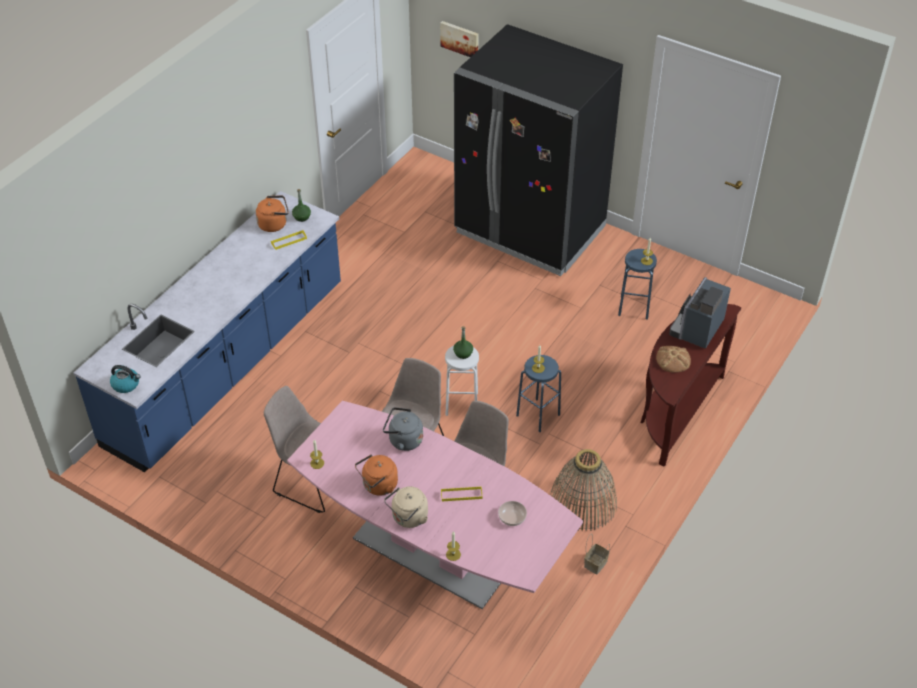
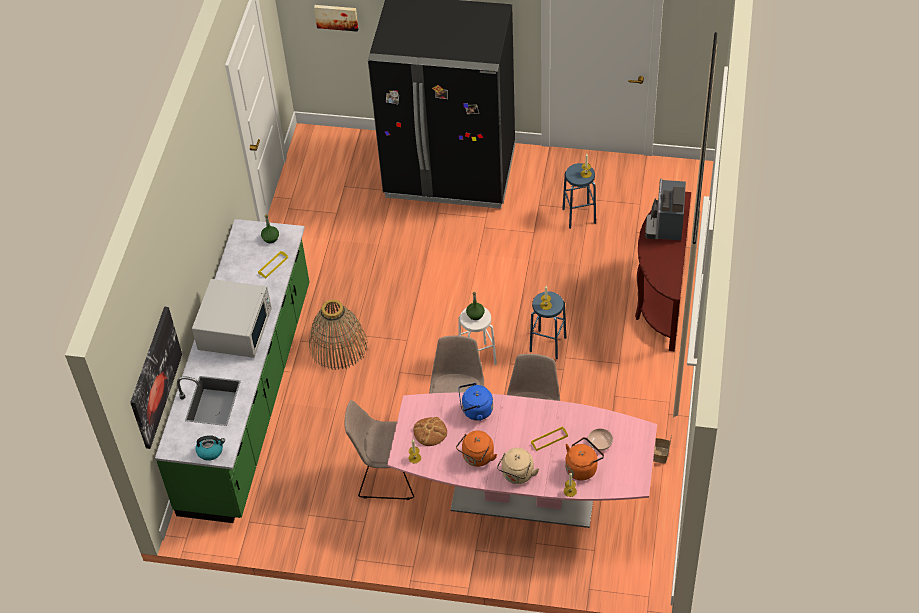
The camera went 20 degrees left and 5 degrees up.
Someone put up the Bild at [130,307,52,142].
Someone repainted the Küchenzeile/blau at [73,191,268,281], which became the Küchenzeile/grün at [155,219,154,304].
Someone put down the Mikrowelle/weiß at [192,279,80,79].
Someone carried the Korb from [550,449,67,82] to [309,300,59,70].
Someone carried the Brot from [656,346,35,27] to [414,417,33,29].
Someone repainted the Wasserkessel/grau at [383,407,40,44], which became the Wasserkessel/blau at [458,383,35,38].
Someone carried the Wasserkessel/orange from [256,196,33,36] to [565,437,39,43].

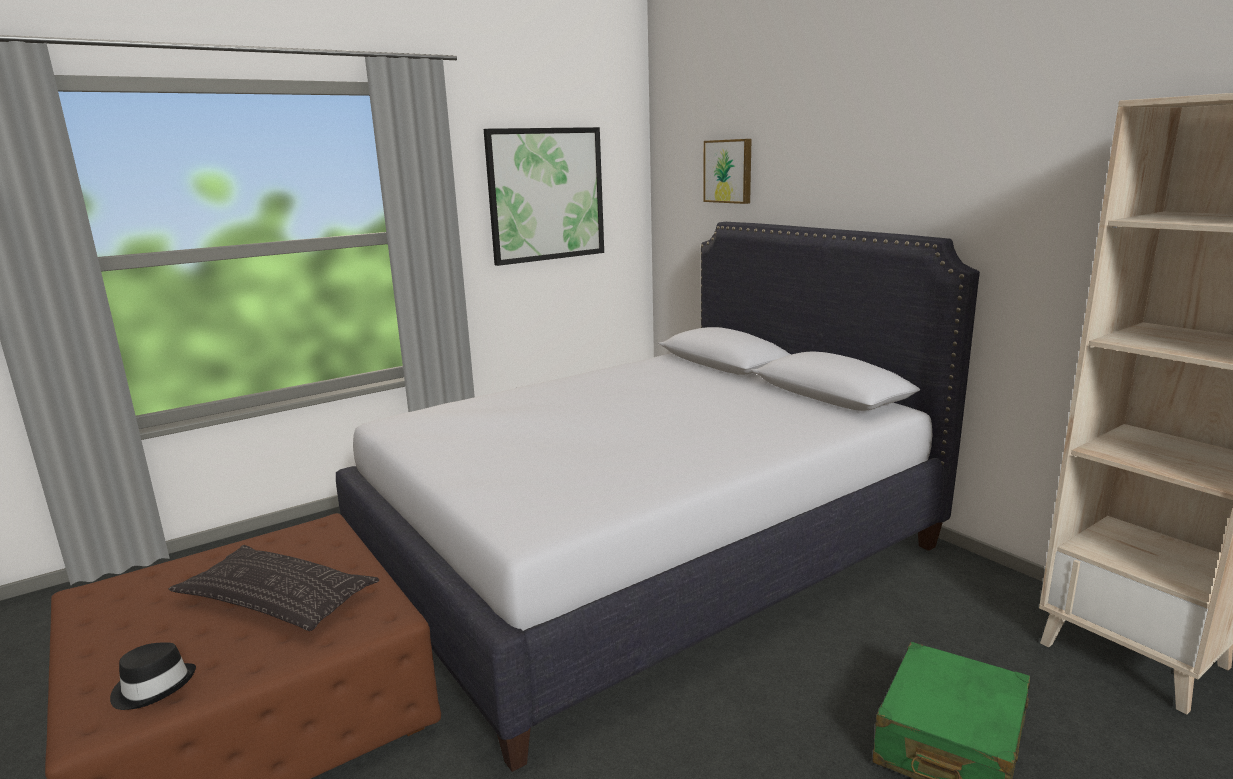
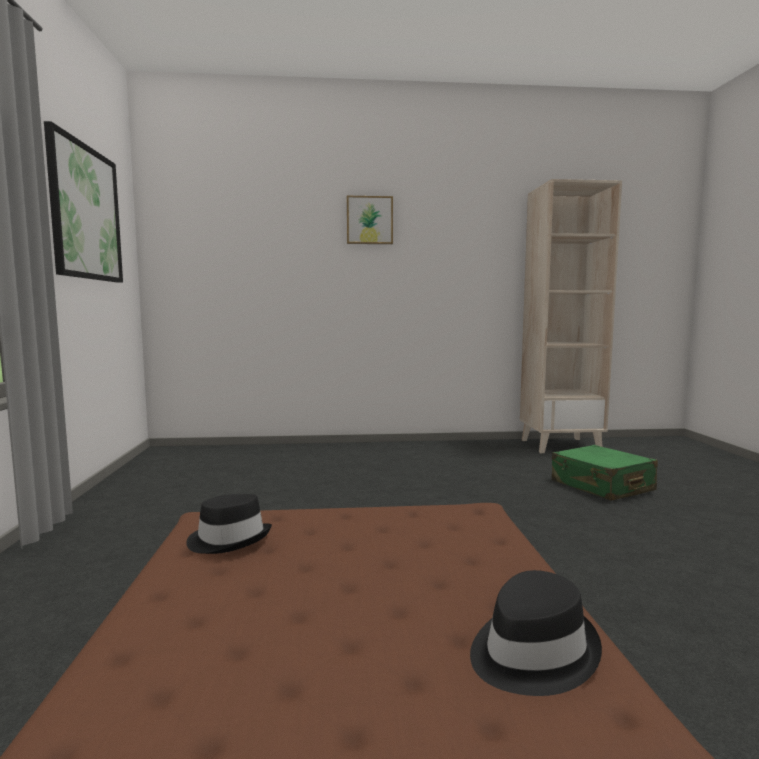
The camera went 60 degrees left and 10 degrees down.
Someone put down the Hut/schwarz at [186,494,86,60].
Someone carried the Bild from [704,139,48,65] to [347,196,46,48].
Someone took away the Kissen at [169,545,210,86].
Someone took away the Bett/weiß at [336,222,644,550].

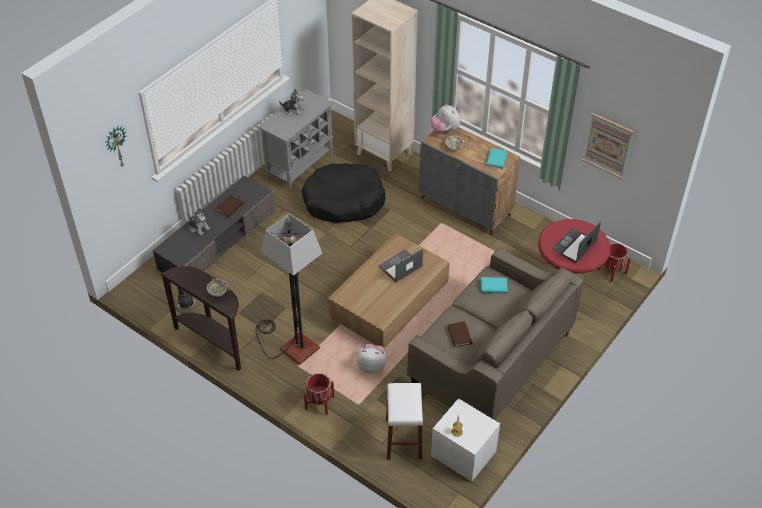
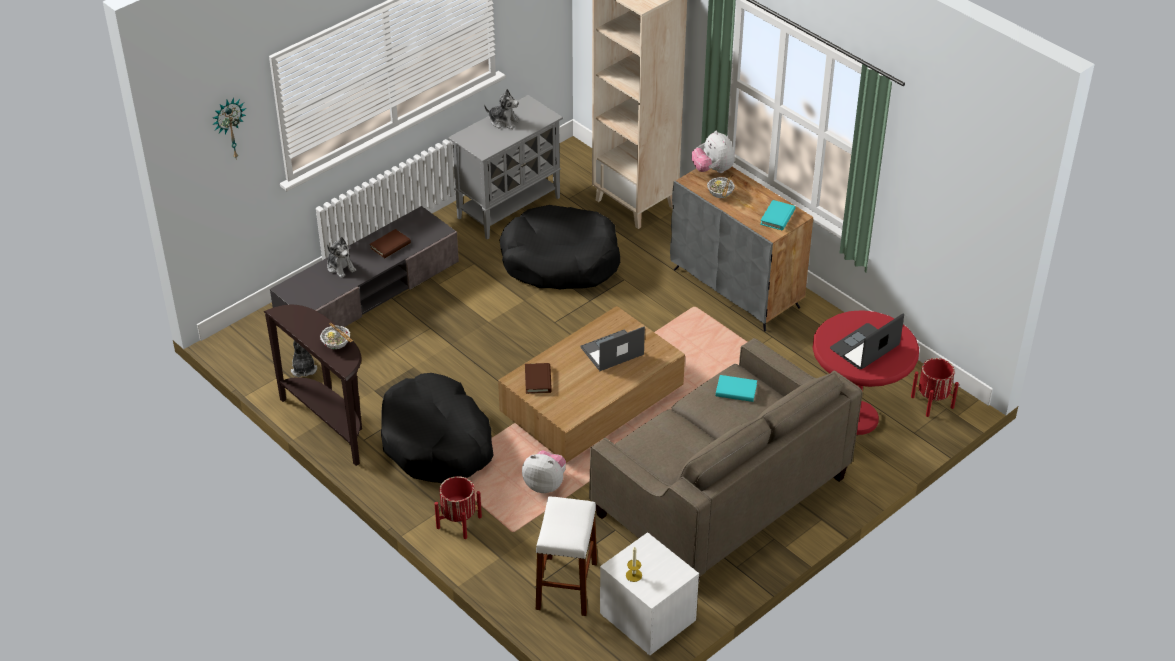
The camera went 10 degrees right and 5 degrees down.
Someone swapped the Stehlampe at [256,213,66,152] for the Hundebett/schwarz at [381,373,112,110].
Someone carried the Buch/braun from [448,321,25,27] to [525,363,27,31].
Someone took away the Bild at [583,113,51,66].

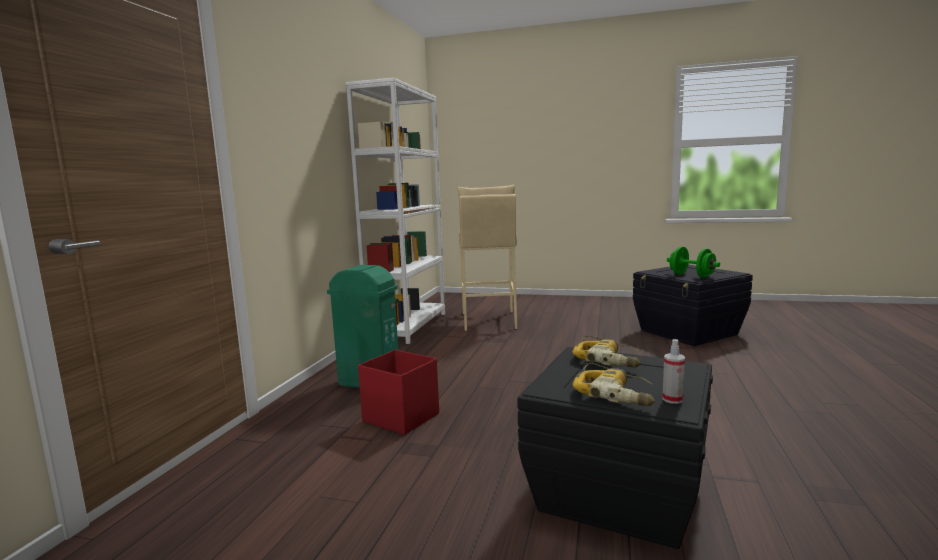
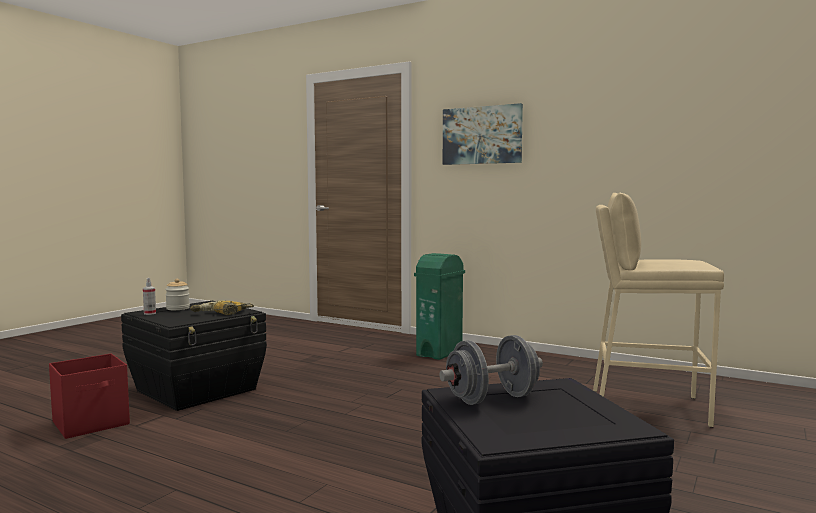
The camera went 105 degrees right and 5 degrees down.
Someone carried the Aufbewahrungsbox/rot from [358,350,81,85] to [49,353,81,86].
Someone swapped the Bohrmaschine at [573,363,82,43] for the Vorratsglas at [165,279,25,31].
Someone repainted the Hantel/grün at [667,247,53,31], which became the Hantel/grau at [439,335,104,70].
Someone put up the Bild at [443,103,80,62].
Someone took away the Bücherregal/weiß at [345,78,100,266].

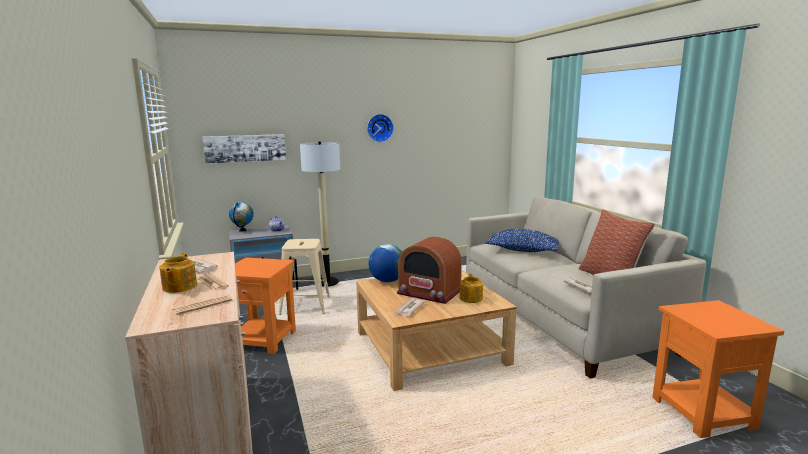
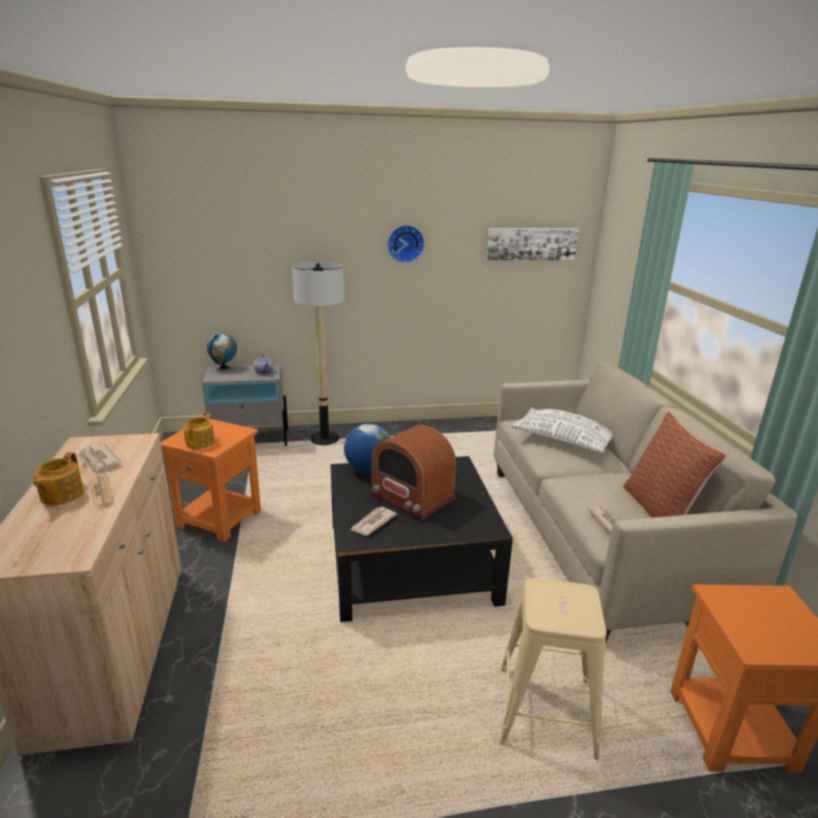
The camera went 10 degrees right and 10 degrees up.
Someone carried the Teekanne from [460,274,23,29] to [184,413,31,36].
Someone repainted the Couchtisch/beige at [356,270,160,121], which became the Couchtisch/schwarz at [331,456,182,166].
Someone carried the Bild from [202,134,84,30] to [486,228,93,32].
Someone carried the Hocker/beige from [279,239,51,76] to [499,578,108,182].
Someone repainted the Kissen/blau at [484,229,75,23], which became the Kissen/weiß at [510,408,103,45].
Someone took away the Zeitung at [172,295,60,20].

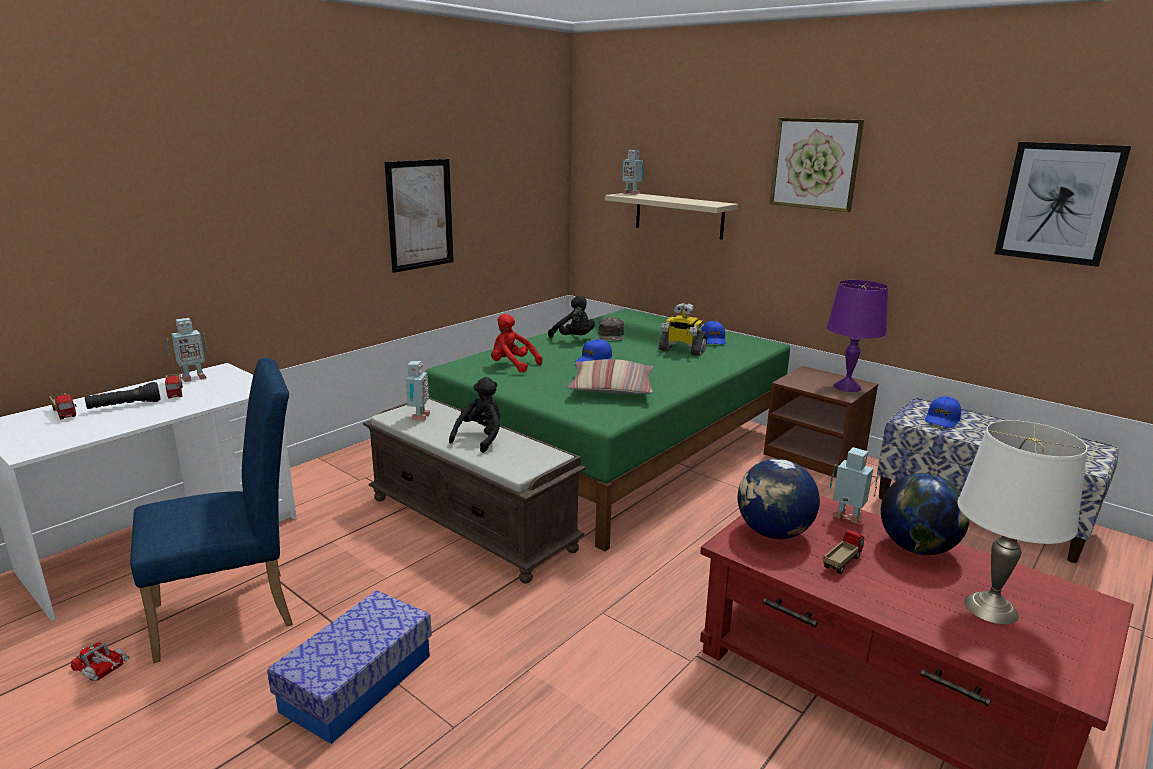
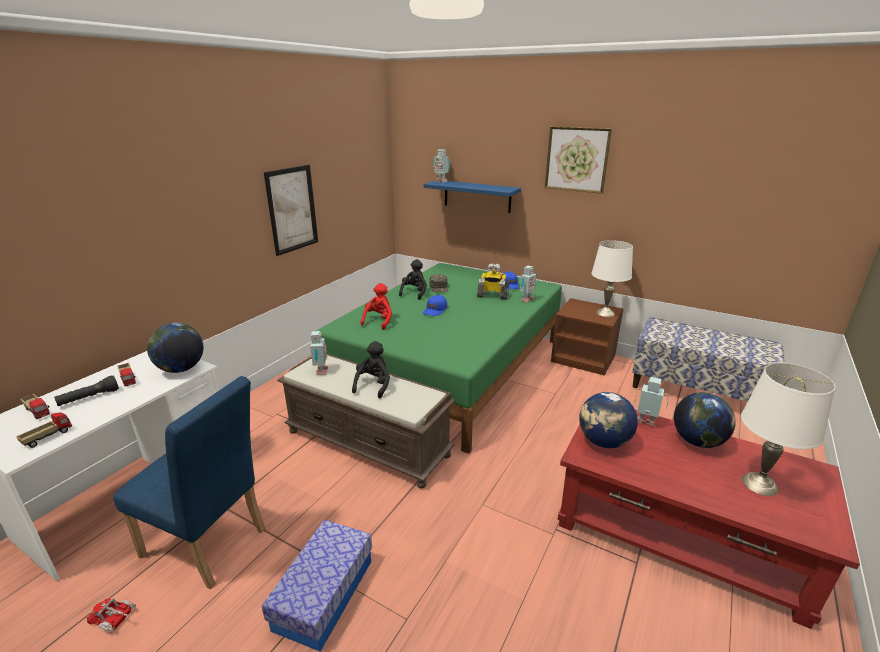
The camera went 10 degrees left and 5 degrees up.
Someone carried the Spielzeuglaster from [823,530,41,44] to [16,413,56,35].
Someone rotated the Stuhl/blau at [130,358,163,305] by 60 degrees clockwise.
Someone put down the Globus at [147,322,56,51].
Someone rotated the Plüschtier/rot at [491,314,51,59] by 90 degrees clockwise.
Someone rotated the Plüschtier/schwarz at [548,295,47,43] by 105 degrees counterclockwise.
Someone repainted the Wandregal/beige at [605,193,133,47], which became the Wandregal/blau at [424,181,97,32].
Someone carried the Spielzeugroboter from [166,318,42,64] to [520,266,16,36].
Someone repainted the Tischlampe/lila at [827,280,61,112], which became the Tischlampe/weiß at [591,240,42,77].
Someone took away the Kissen at [567,359,87,35].
Someone took away the Kappe/blau at [925,396,36,32].
Someone took away the Bild at [994,142,137,125].

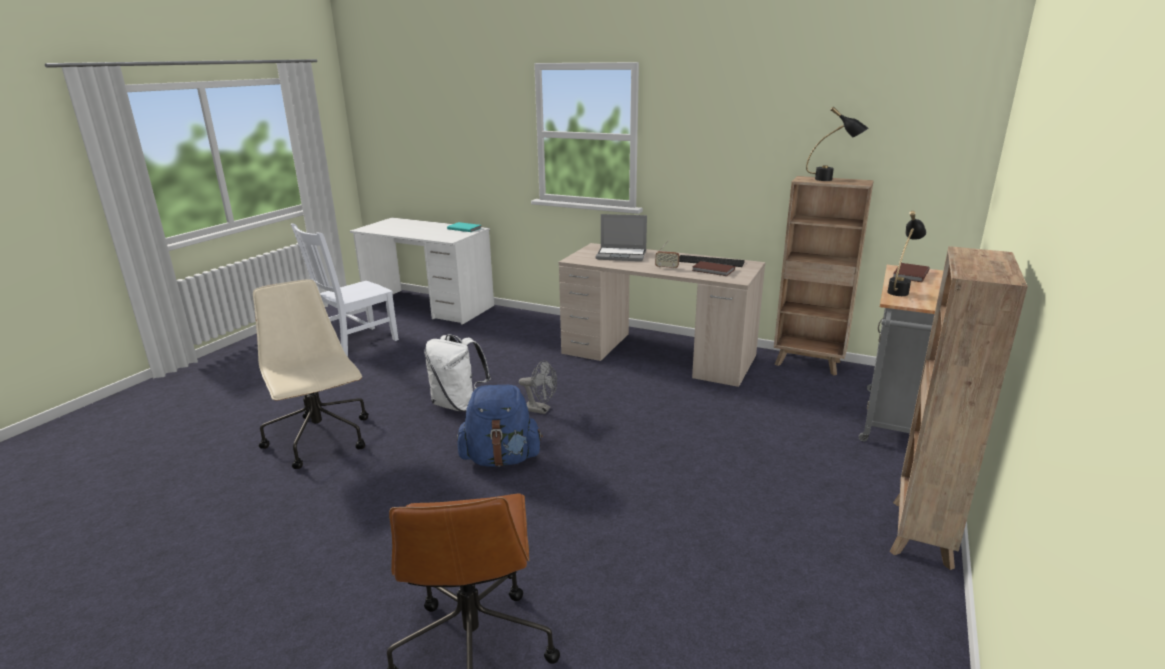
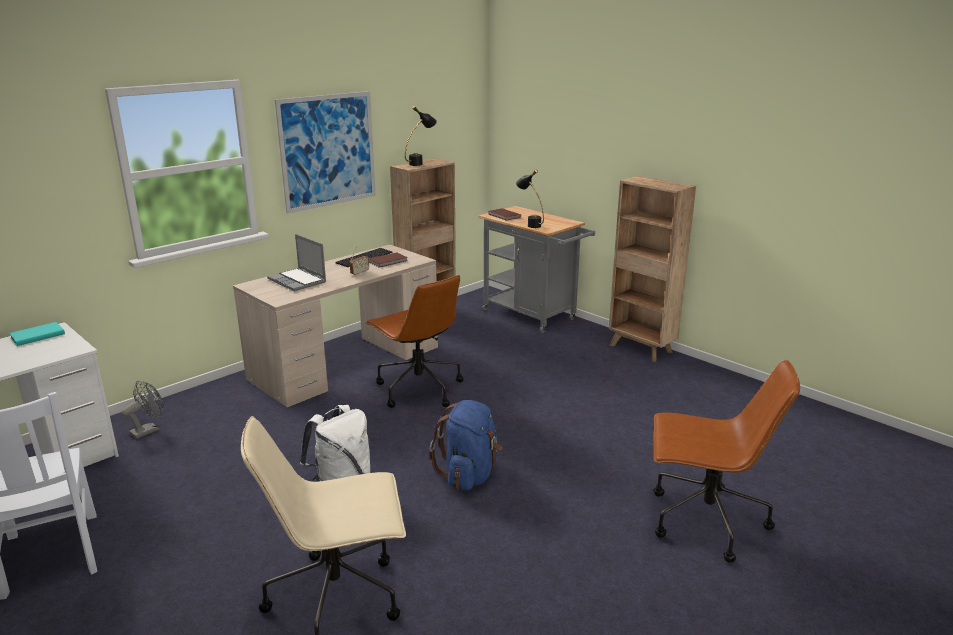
The camera went 70 degrees left and 0 degrees up.
Someone carried the Ventilator/grau from [519,360,38,54] to [121,381,43,58].
Someone rotated the Laptop at [596,214,51,47] by 105 degrees clockwise.
Someone put up the Bild at [275,91,101,123].
Someone put down the Bürostuhl/braun at [365,275,98,133].

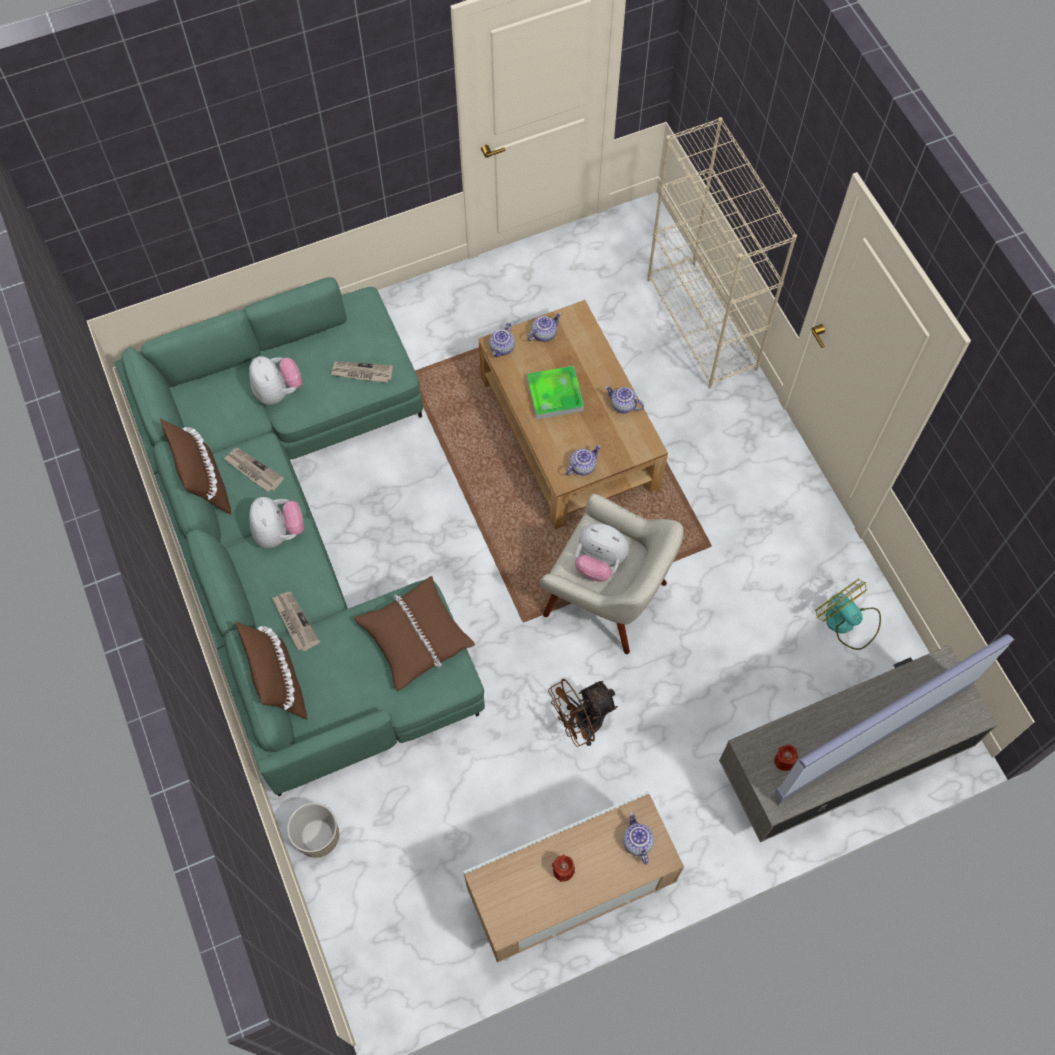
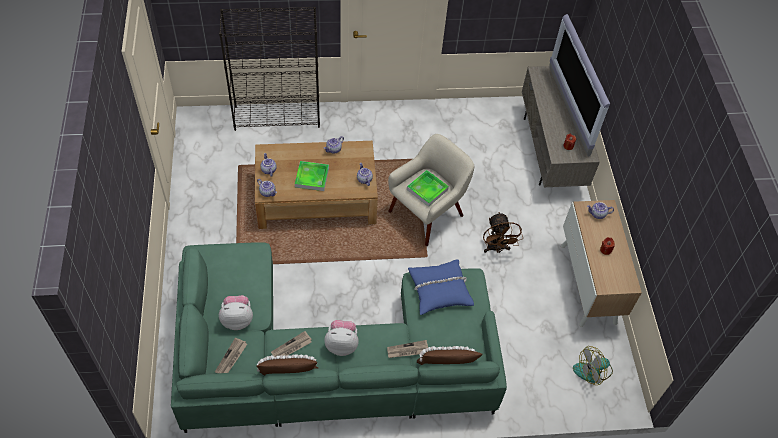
The camera went 75 degrees left and 10 degrees down.
Someone carried the Zeitung from [330,361,63,22] to [215,337,32,36].
Someone repainted the Bücherregal/beige at [647,117,150,272], which became the Bücherregal/schwarz at [219,7,101,124].
Someone swapped the Plüschtier at [575,524,54,58] for the Tablett at [407,170,42,37].
Someone repainted the Kissen/braun at [354,576,121,115], which became the Kissen/blau at [408,259,66,56].
Someone carried the Ventilator from [815,579,66,71] to [573,346,40,39].
Someone took away the Pflanzkübel at [287,803,52,54].

